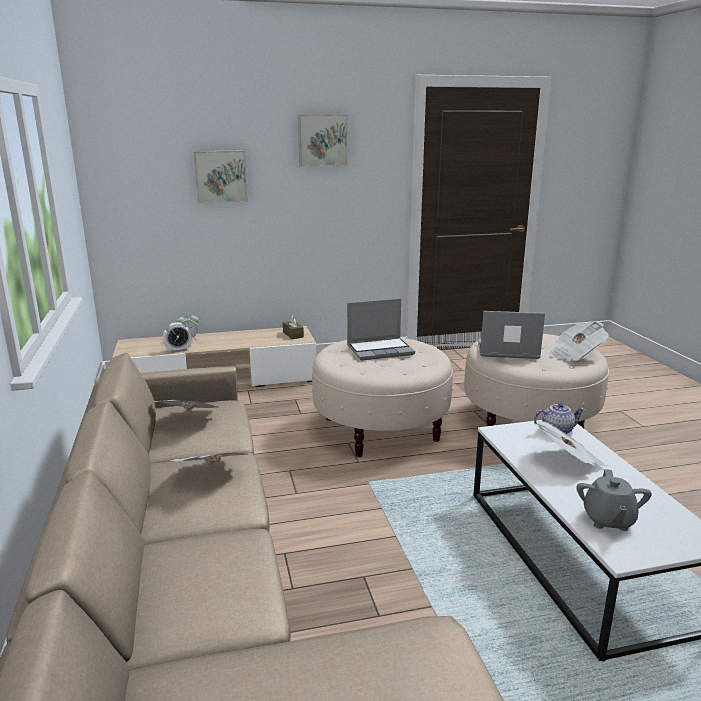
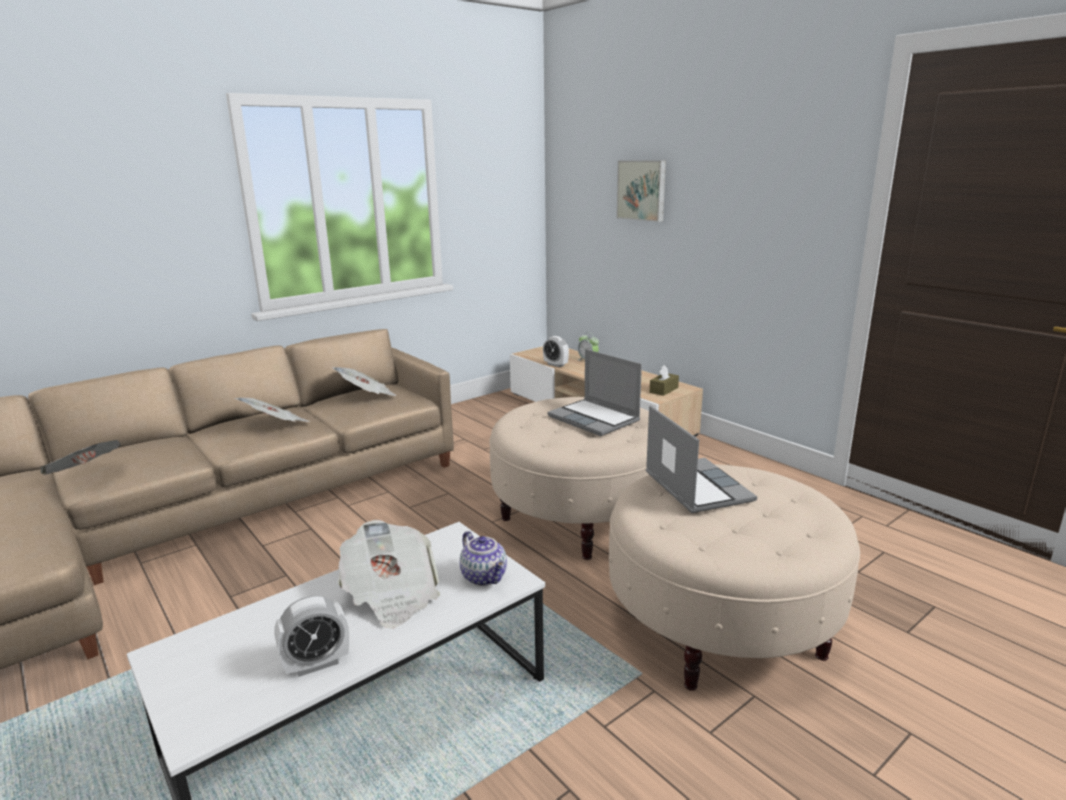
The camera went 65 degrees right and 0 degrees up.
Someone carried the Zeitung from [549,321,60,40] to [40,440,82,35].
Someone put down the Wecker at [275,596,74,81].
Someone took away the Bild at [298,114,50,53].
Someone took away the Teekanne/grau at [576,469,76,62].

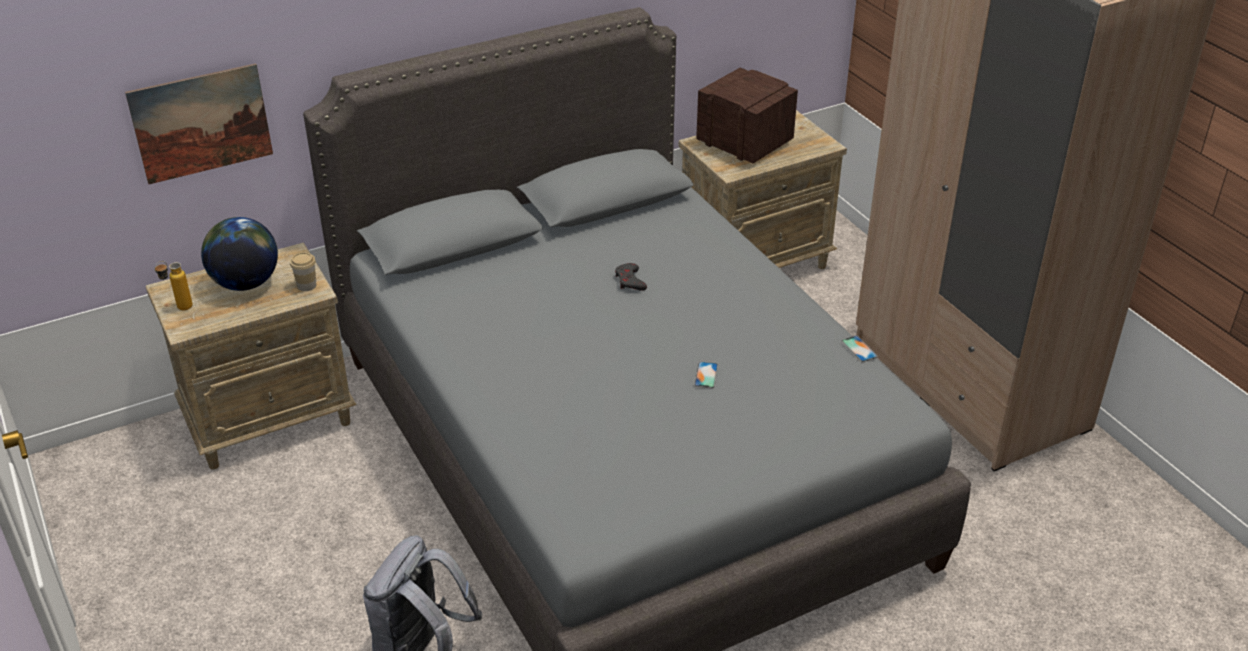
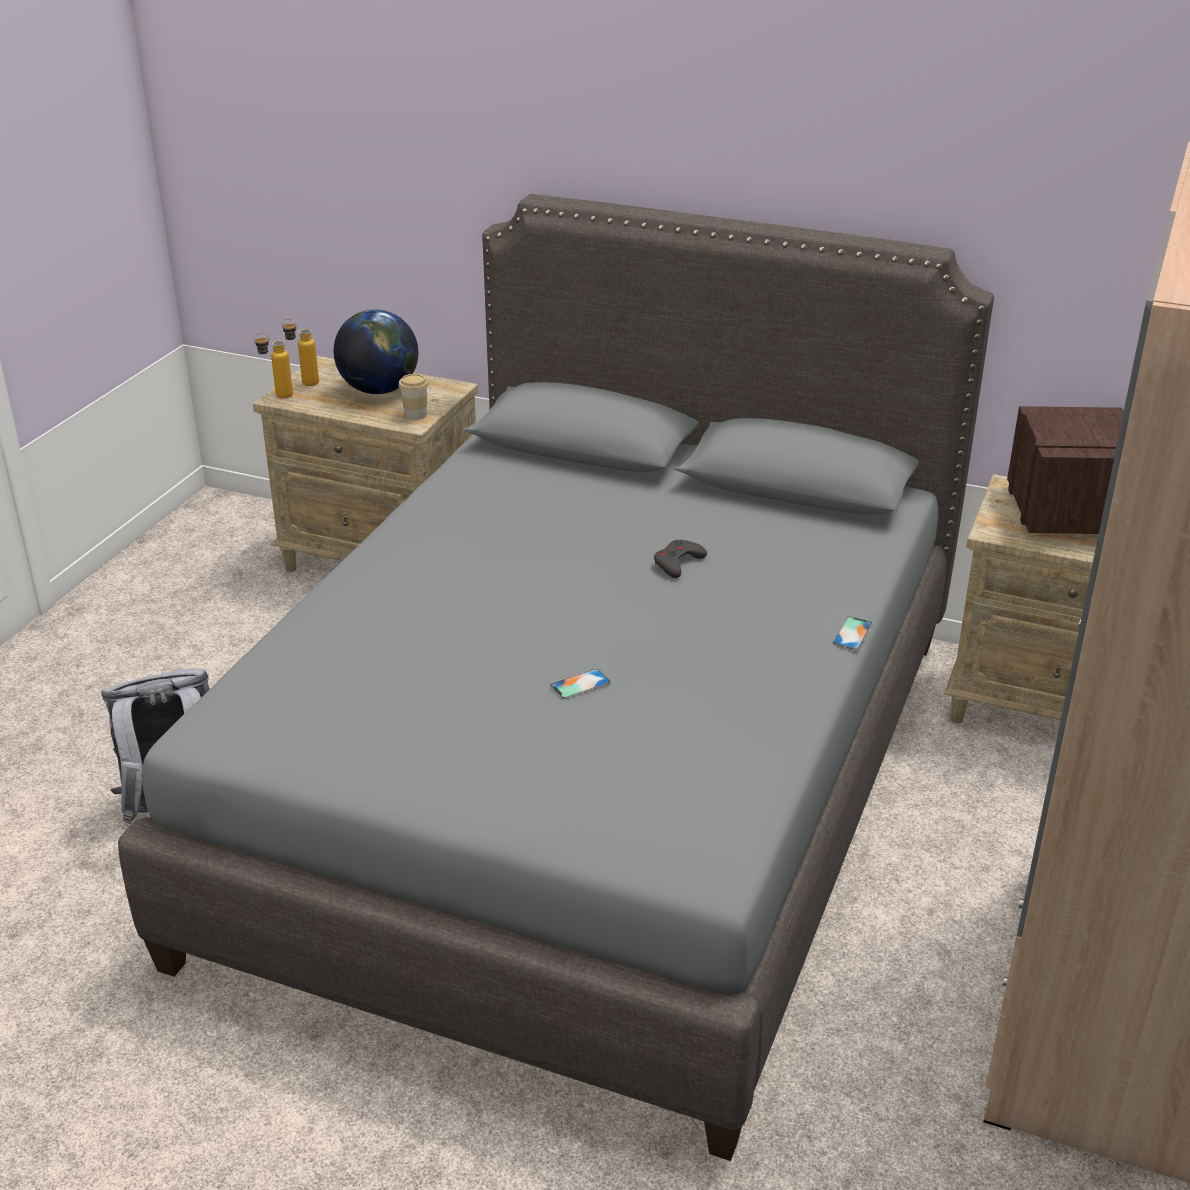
The camera went 50 degrees right and 5 degrees down.
Someone put down the Flasche at [254,333,39,65].
Someone carried the Handy from [842,336,36,26] to [832,616,41,34].
Someone took away the Bild at [125,63,148,121].

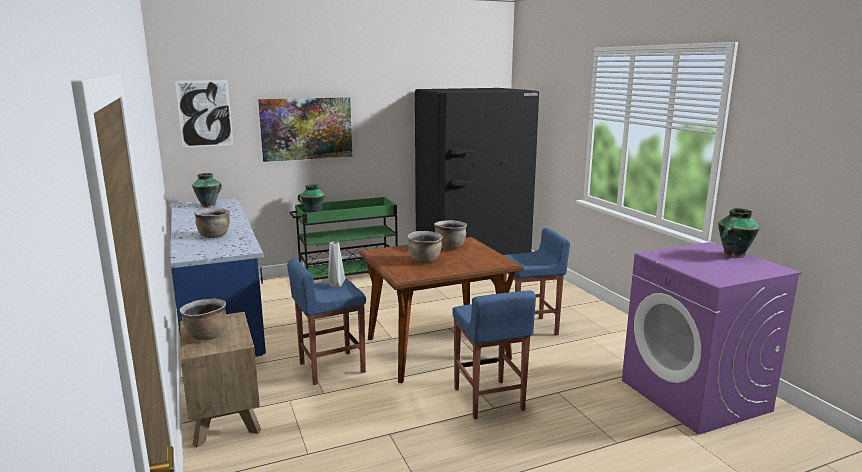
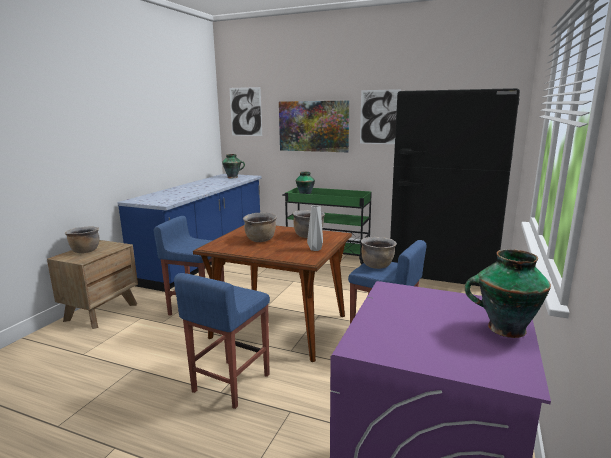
The camera went 45 degrees right and 0 degrees up.
Someone carried the Vase/grau from [328,241,17,47] to [307,205,16,46].
Someone put up the Bild at [360,89,41,55].
Someone carried the Kochtopf/braun from [194,208,36,30] to [361,237,36,32].

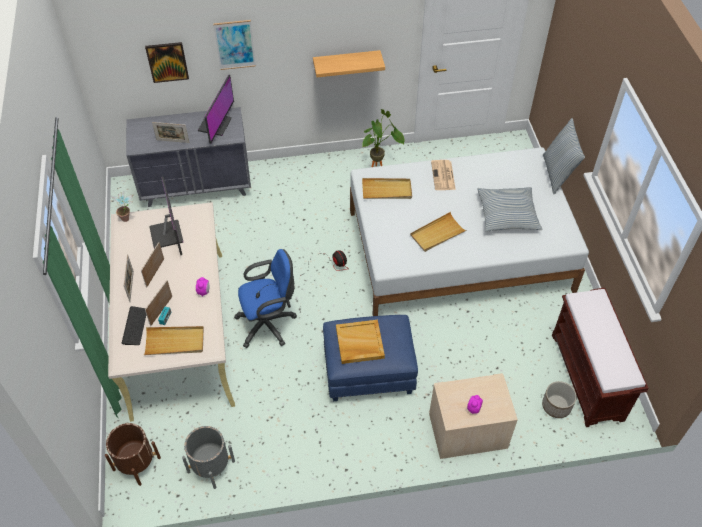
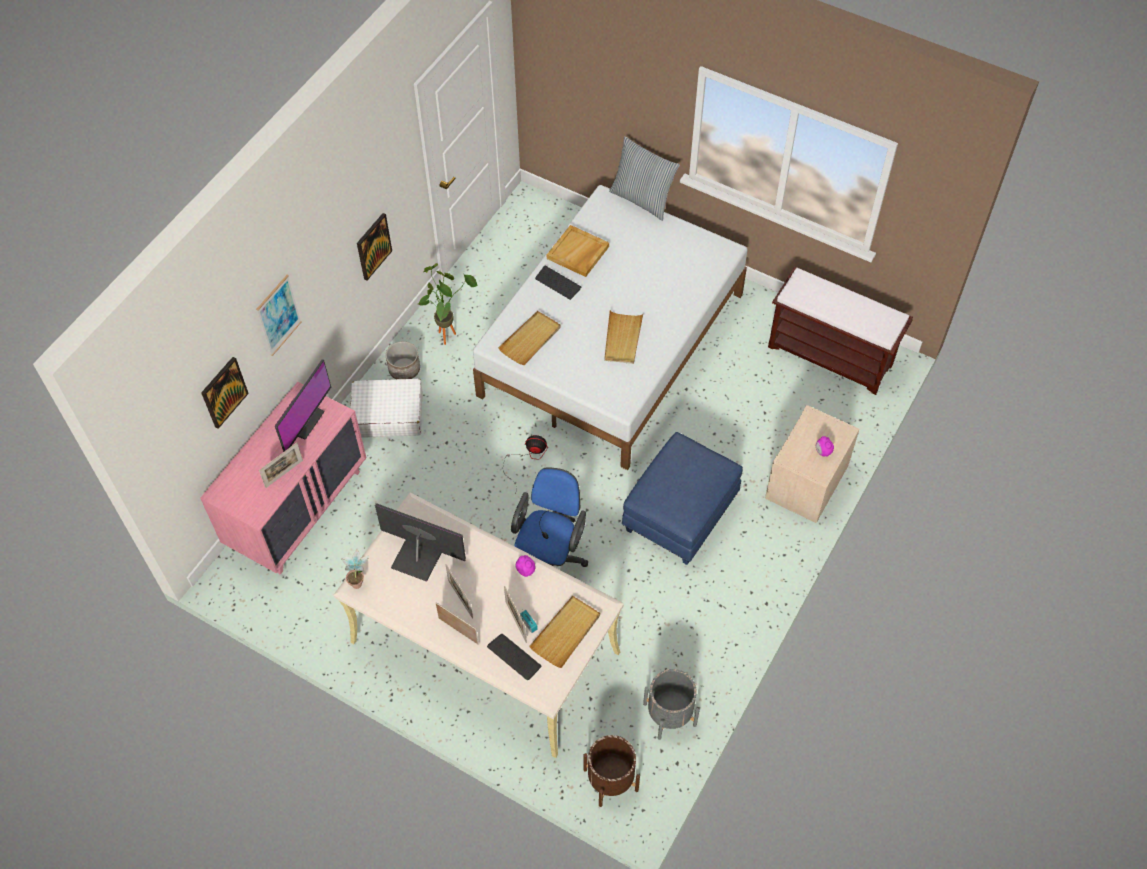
The camera went 50 degrees left and 5 degrees up.
Someone repainted the Kommode/grau at [126,107,125,100], which became the Kommode/rosa at [200,382,167,193].
Someone rotated the Monitor at [198,74,36,70] by 60 degrees clockwise.
Someone put down the Koffer/weiß at [350,379,73,59].
Someone swapped the Wandregal at [313,50,72,27] for the Bild at [357,213,35,68].
Someone carried the Pflanzkübel from [542,381,35,37] to [386,341,34,38].
Someone swapped the Zeitung at [431,160,25,30] for the Tastatur at [535,266,46,34].
Someone carried the Tablett/beige from [336,320,49,44] to [547,225,62,52].
Someone took away the Kissen at [477,187,66,45].

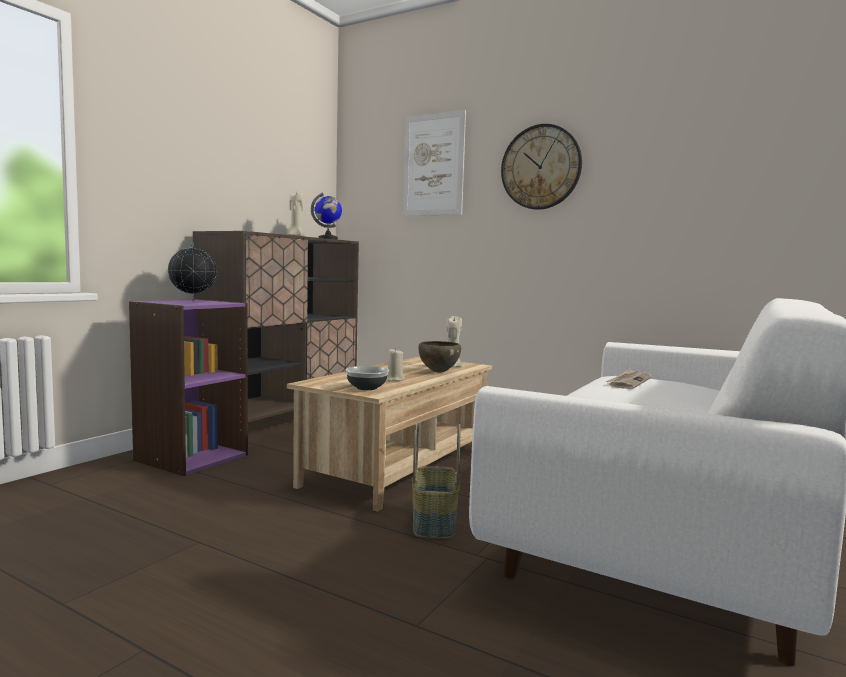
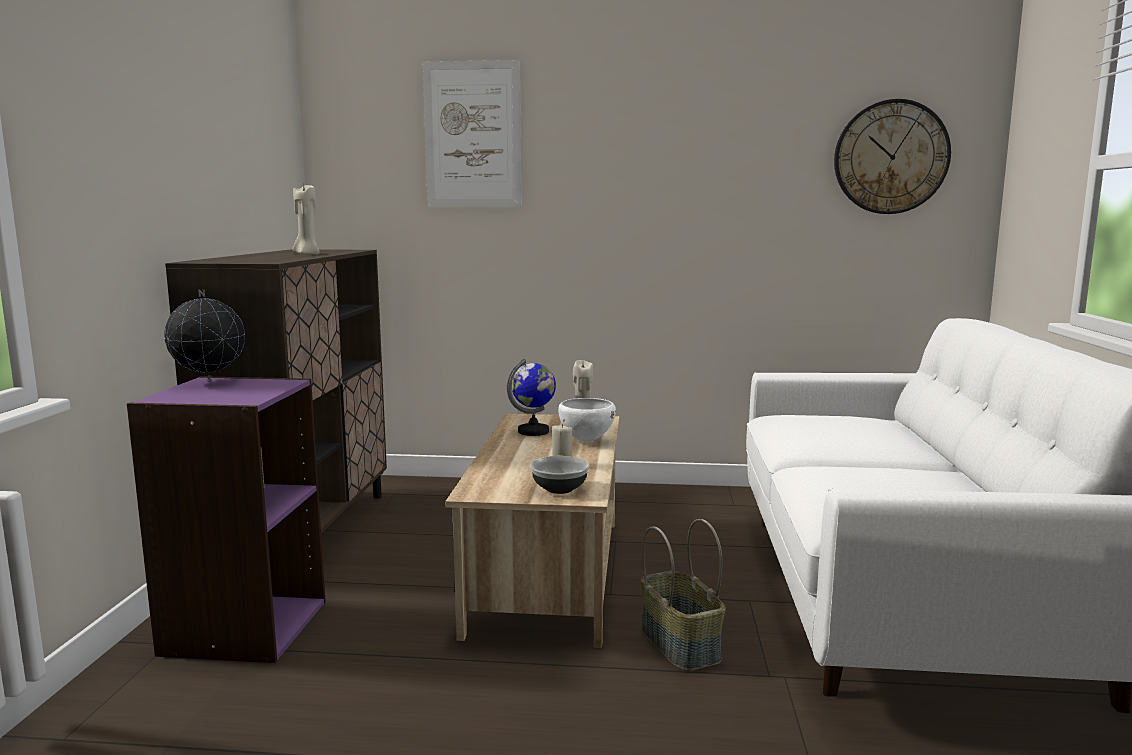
The camera went 25 degrees left and 5 degrees up.
Someone carried the Globus from [311,192,31,48] to [507,358,49,78].
Someone repainted the Schüssel/braun at [418,341,43,32], which became the Schüssel/weiß at [558,398,58,44].
Someone carried the Wanduhr from [501,124,81,86] to [834,99,117,115].
Someone took away the Zeitung at [606,369,46,20].

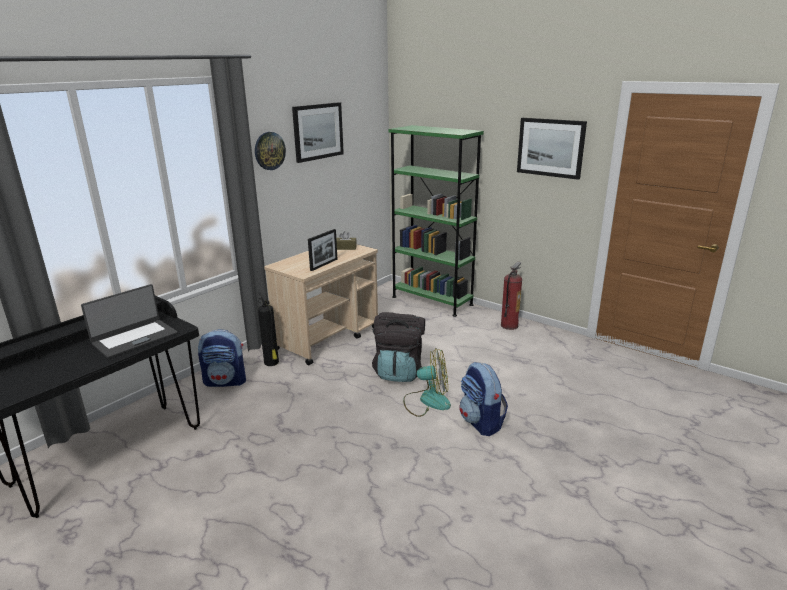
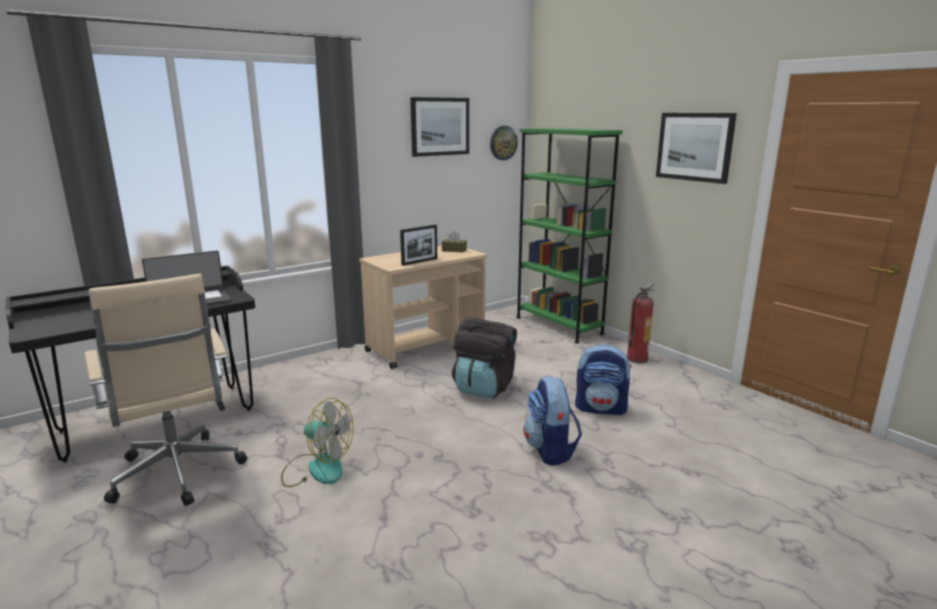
The camera went 15 degrees right and 5 degrees down.
Someone put down the Bürostuhl/beige at [85,274,162,232].
Someone carried the Ventilator from [403,348,48,69] to [281,398,72,89].
Someone carried the Wanduhr from [255,132,31,38] to [490,126,28,34].
Someone carried the Rucksack from [198,329,48,58] to [575,344,57,72].
Someone took away the Feuerlöscher at [258,292,21,74].

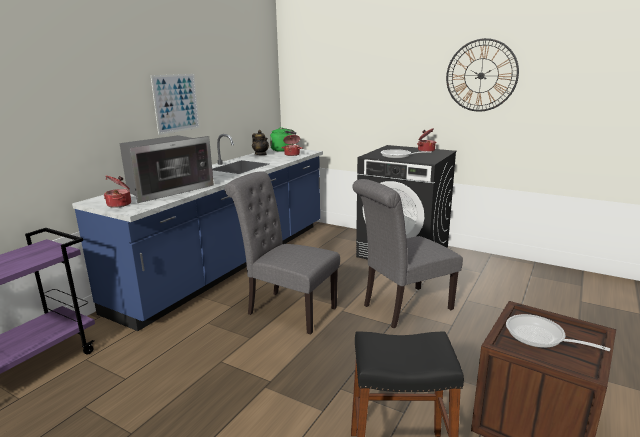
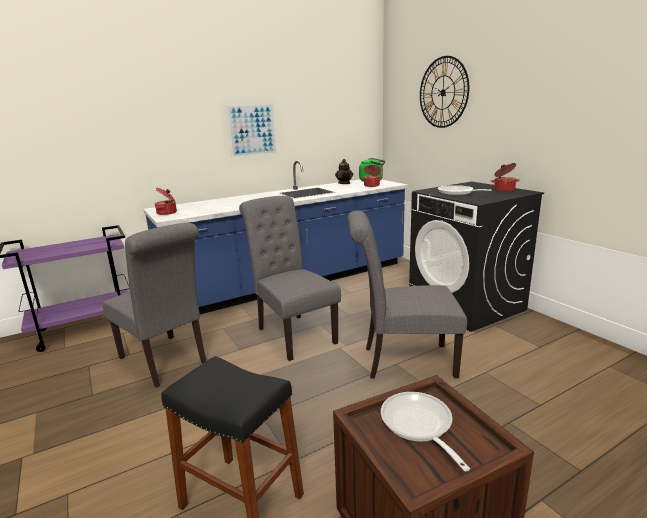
The camera went 30 degrees right and 0 degrees up.
Someone put down the Stuhl/grau at [102,223,104,165].
Someone carried the Wanduhr from [446,38,73,74] to [420,56,49,72].
Someone took away the Mikrowelle at [119,135,95,68].

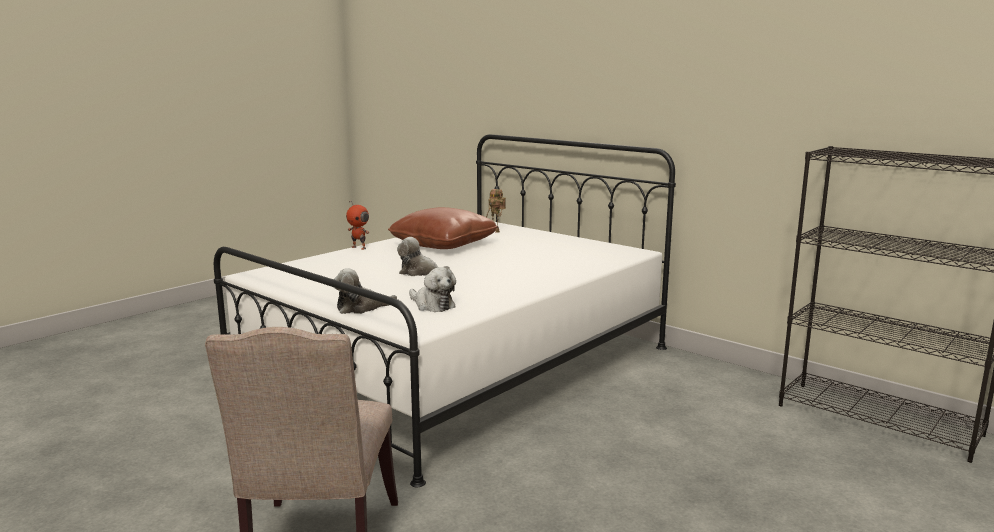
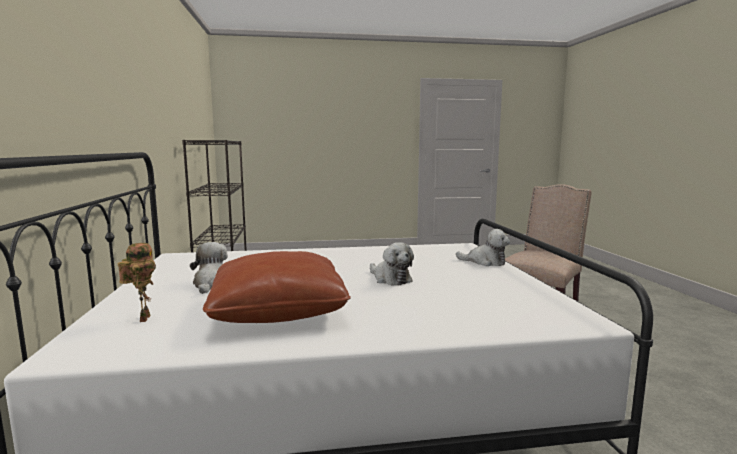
The camera went 140 degrees left and 5 degrees down.
Someone carried the Plüschtier from [409,267,47,45] to [190,242,38,52].
Someone took away the Spielzeugroboter at [346,200,24,50].

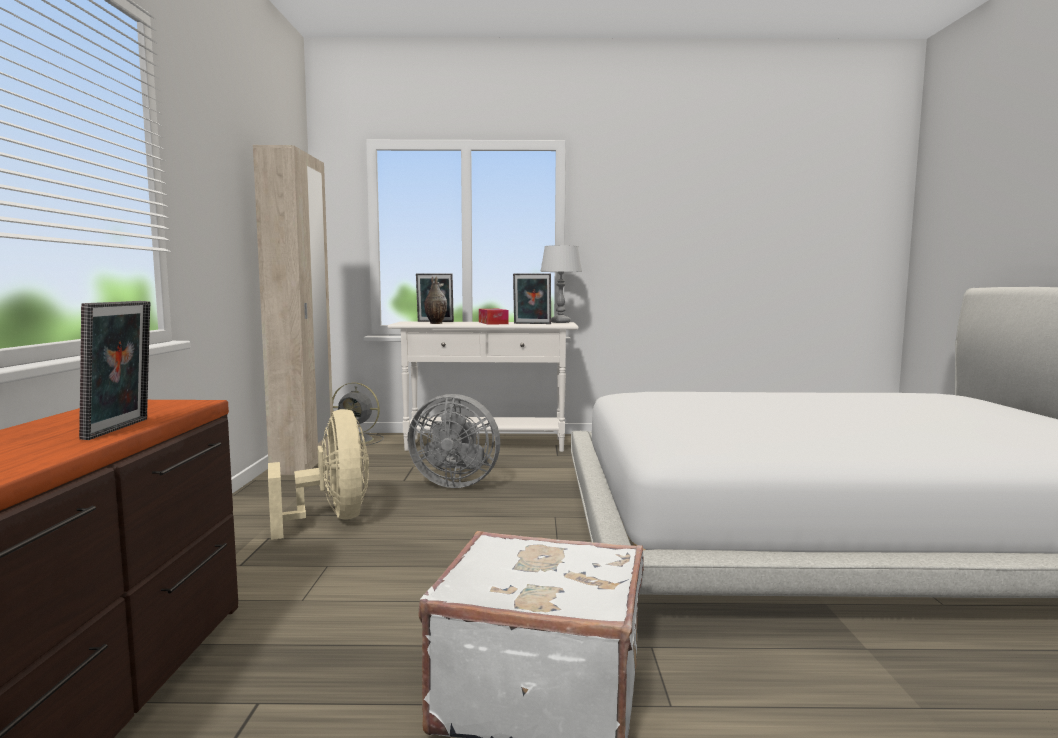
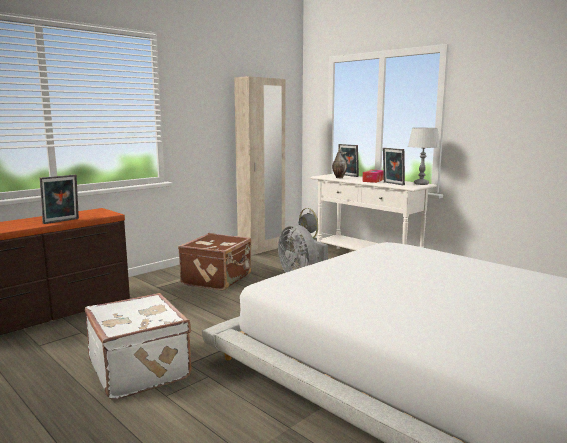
The camera went 45 degrees right and 5 degrees up.
Someone swapped the Ventilator/beige at [268,409,101,131] for the Koffer/braun at [178,233,73,58].

